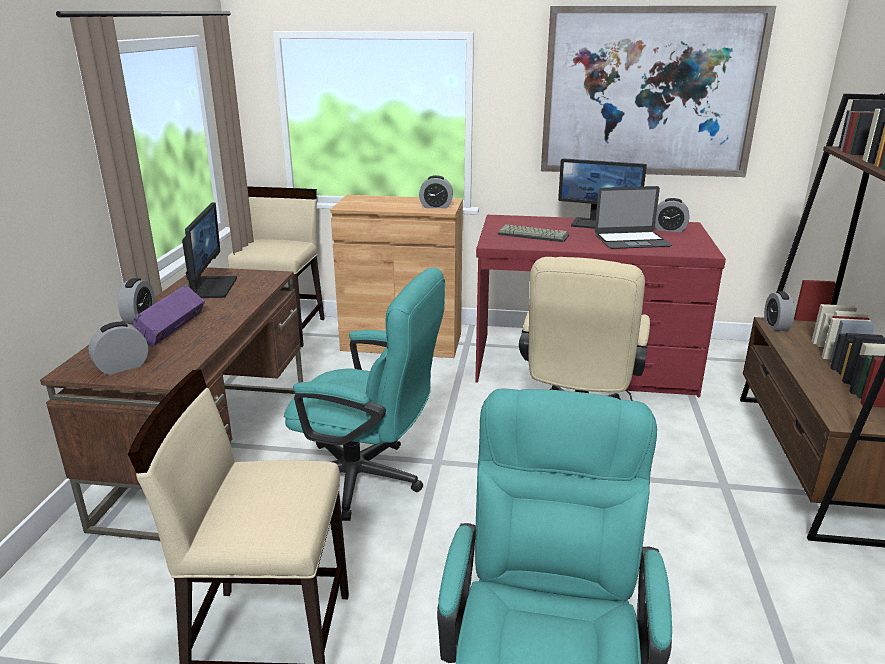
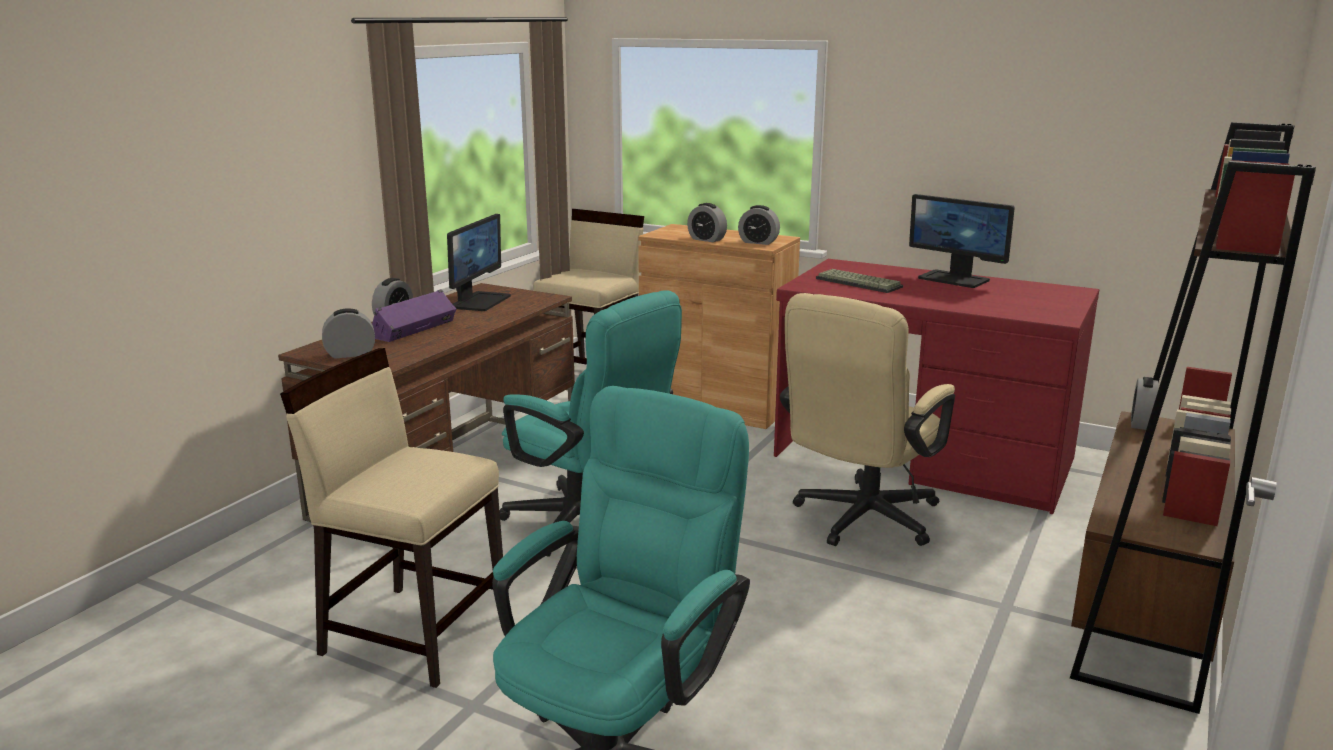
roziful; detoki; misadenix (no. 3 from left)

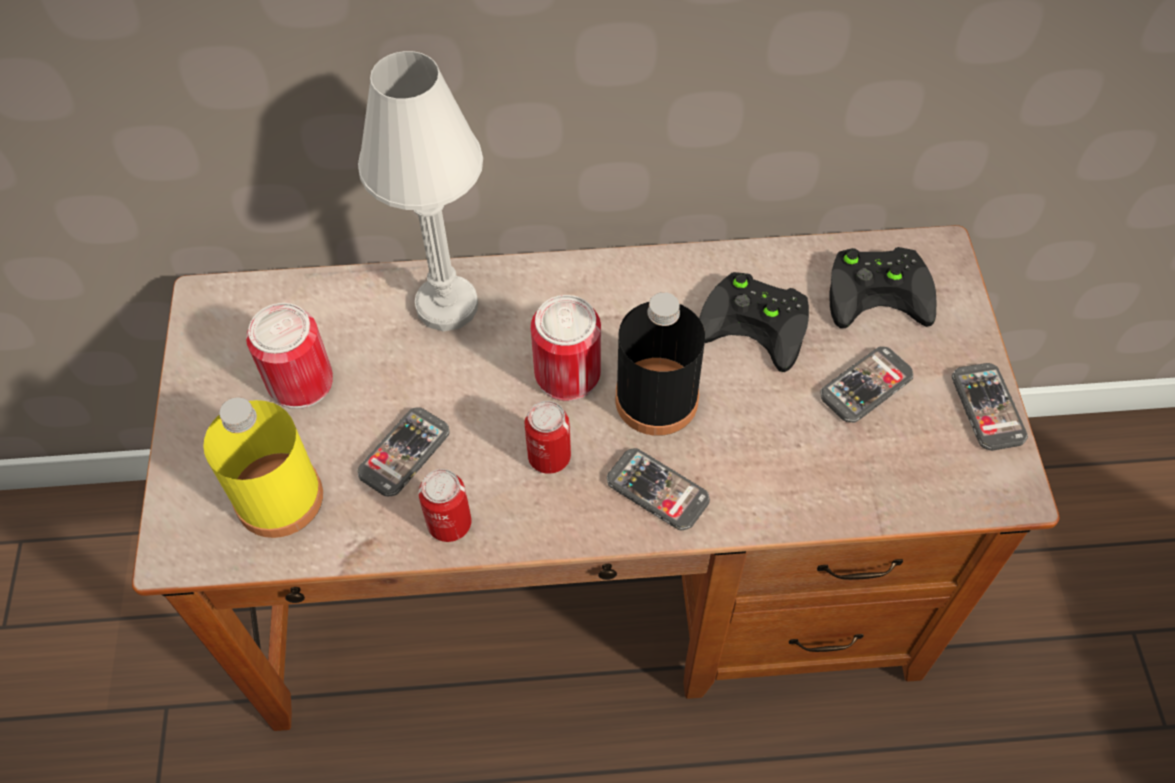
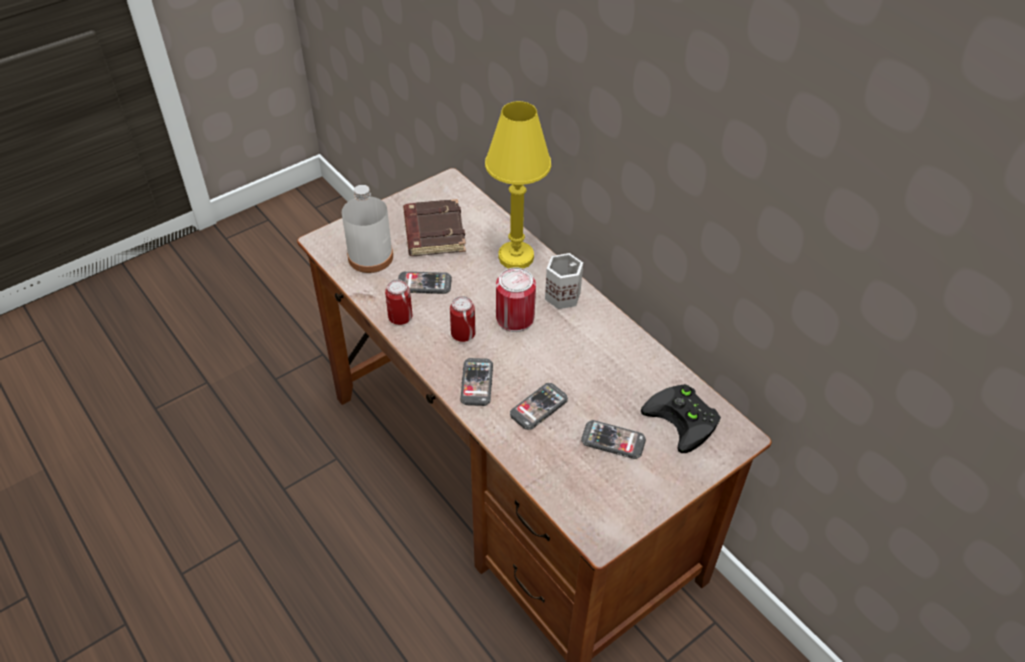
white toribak; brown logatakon; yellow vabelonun; black toribak; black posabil (no. 1 from left in the first image); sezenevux (no. 3 from left); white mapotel

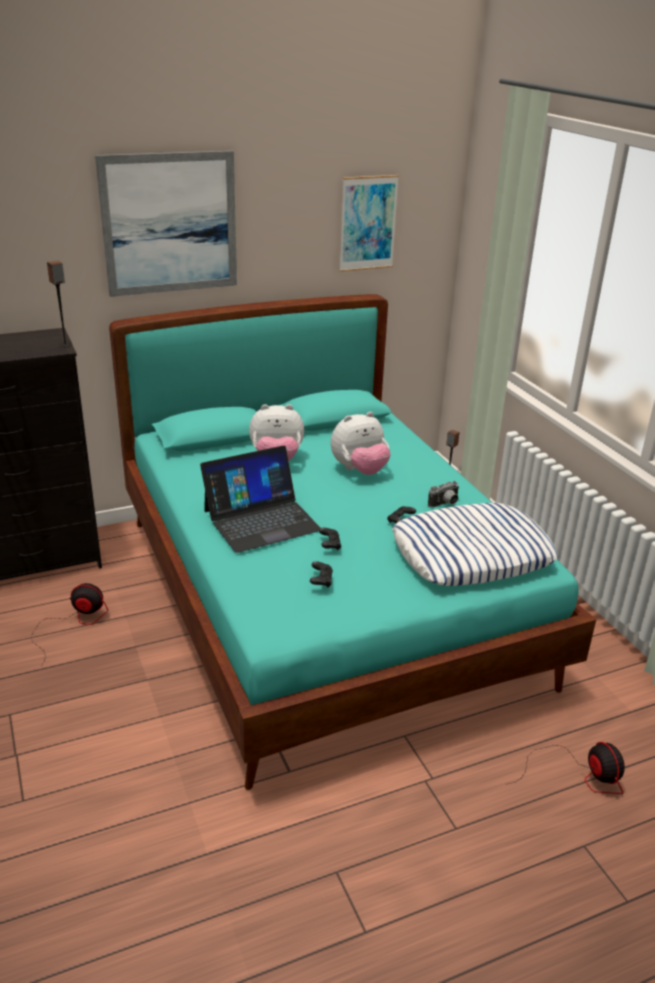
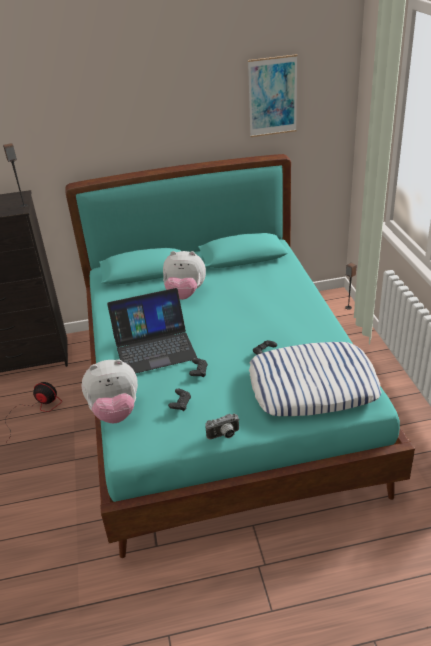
roziful (no. 1 from left in the first image); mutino (no. 1 from left); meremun; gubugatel (no. 2 from left in the first image)

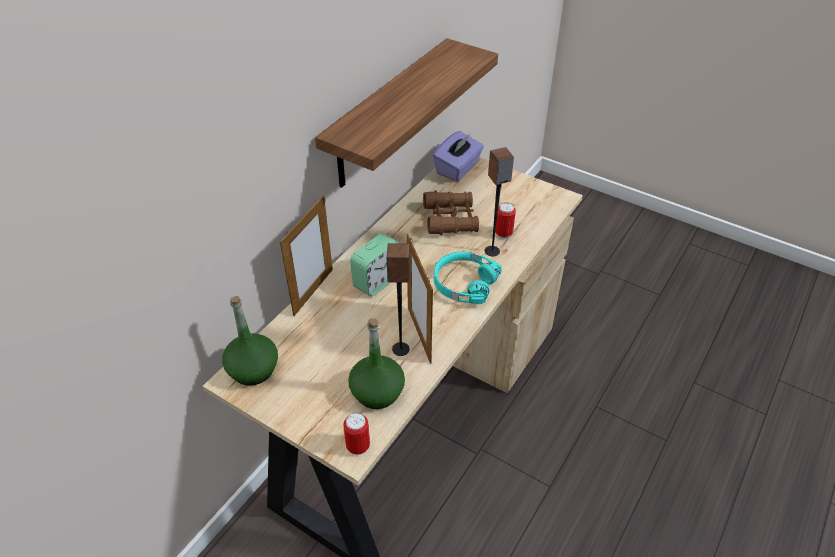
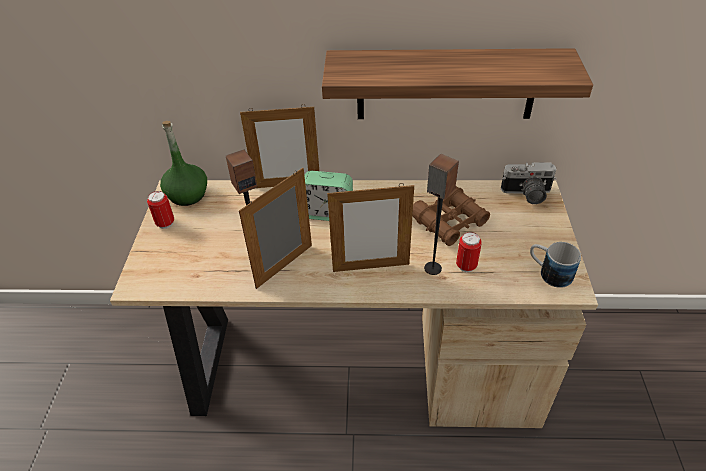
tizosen (no. 1 from left); green toribak (no. 2 from left in the first image); meremun; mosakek (no. 3 from left); mapotel

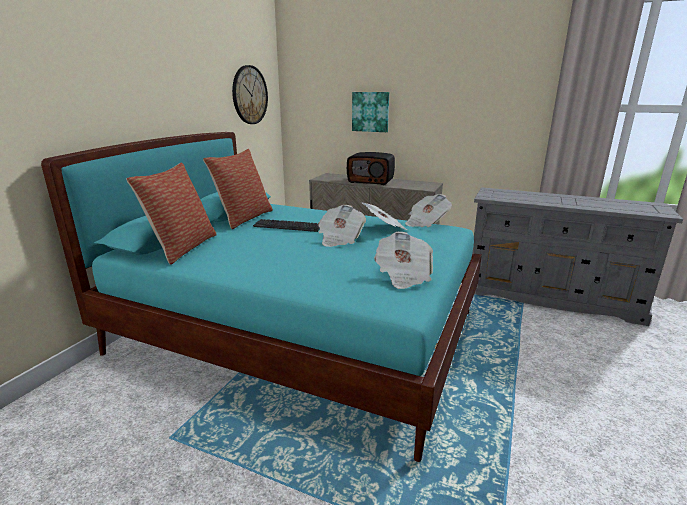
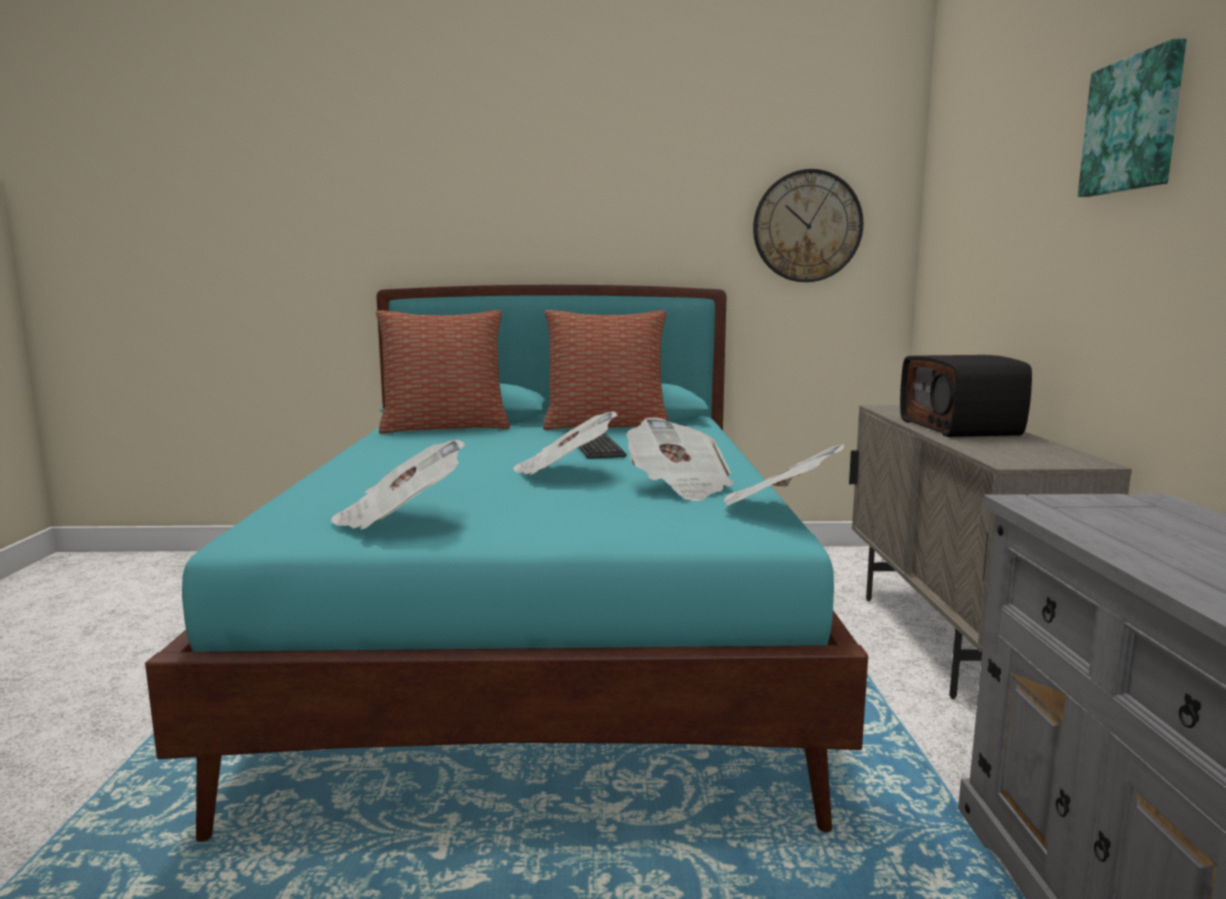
roziful

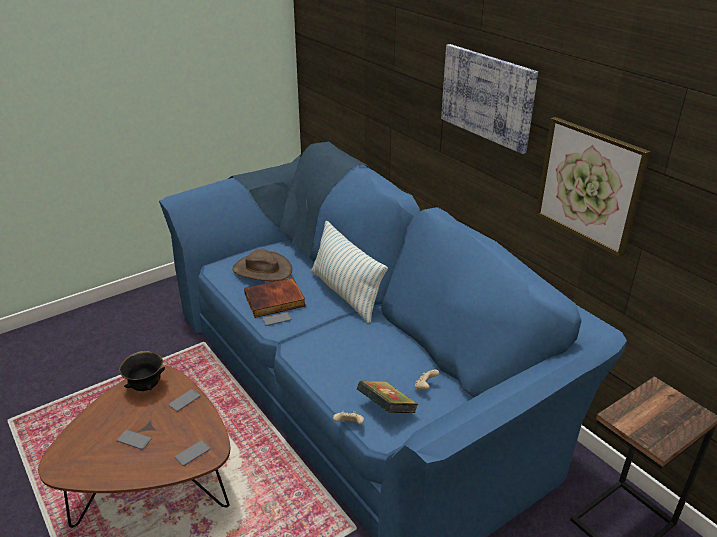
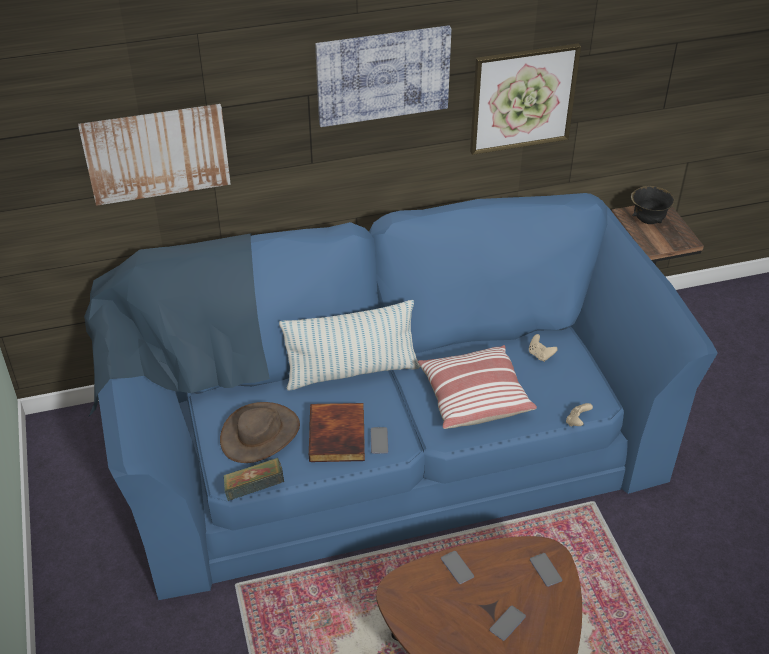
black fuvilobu; logatakon (no. 1 from left); roziful (no. 1 from left); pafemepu (no. 2 from left)

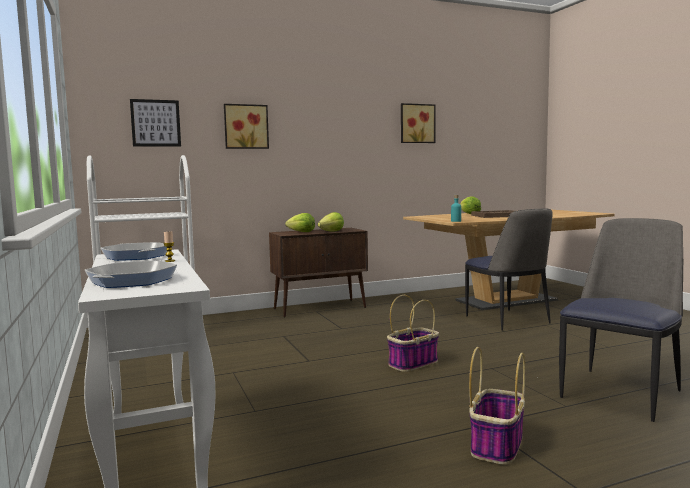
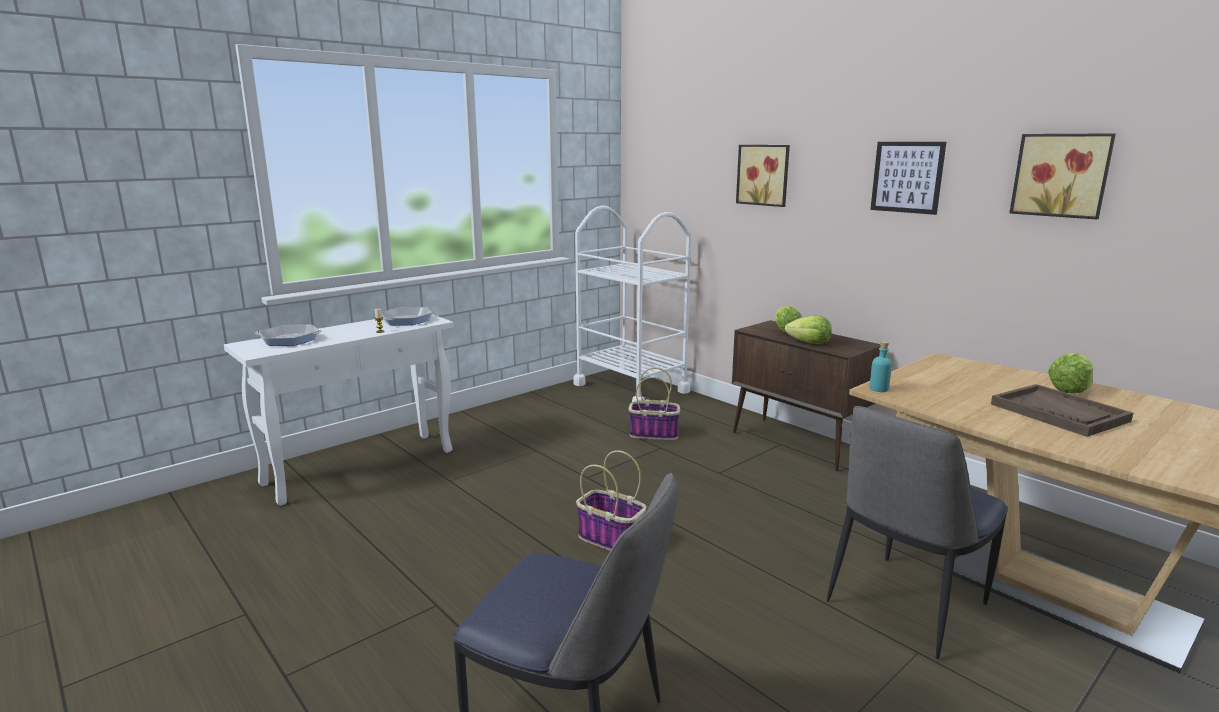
roziful (no. 2 from left); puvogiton (no. 2 from left)

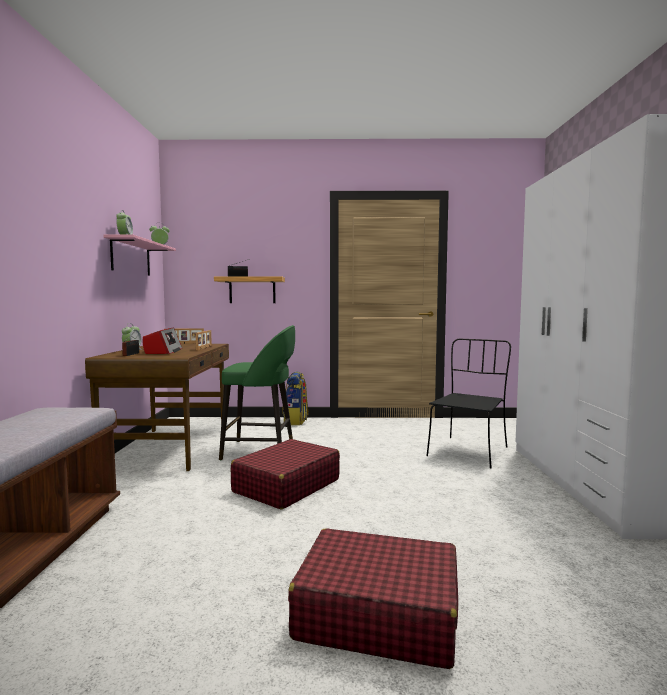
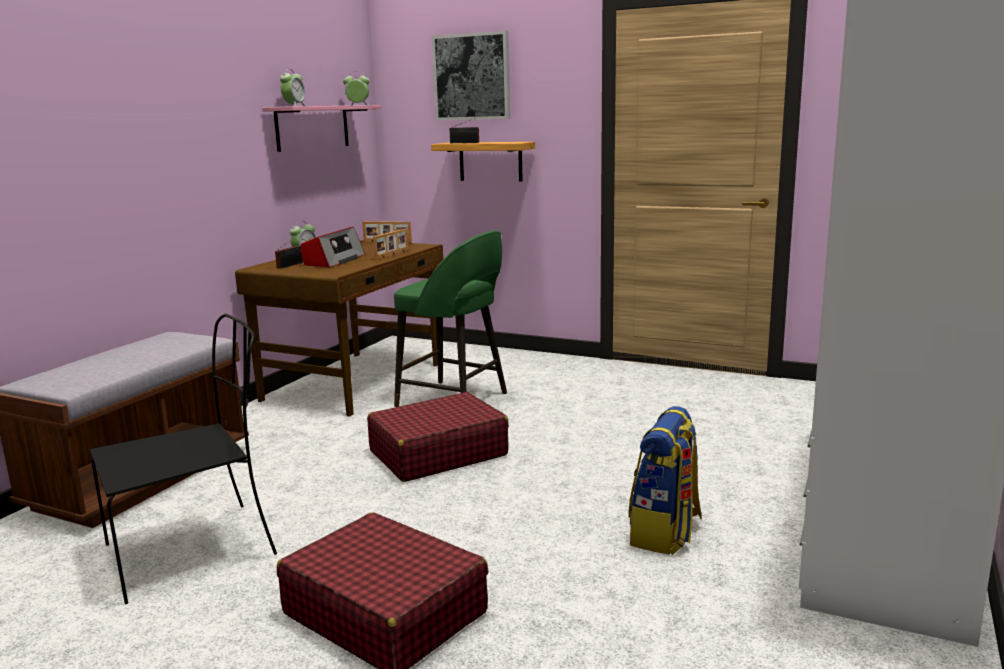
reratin; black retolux; roziful

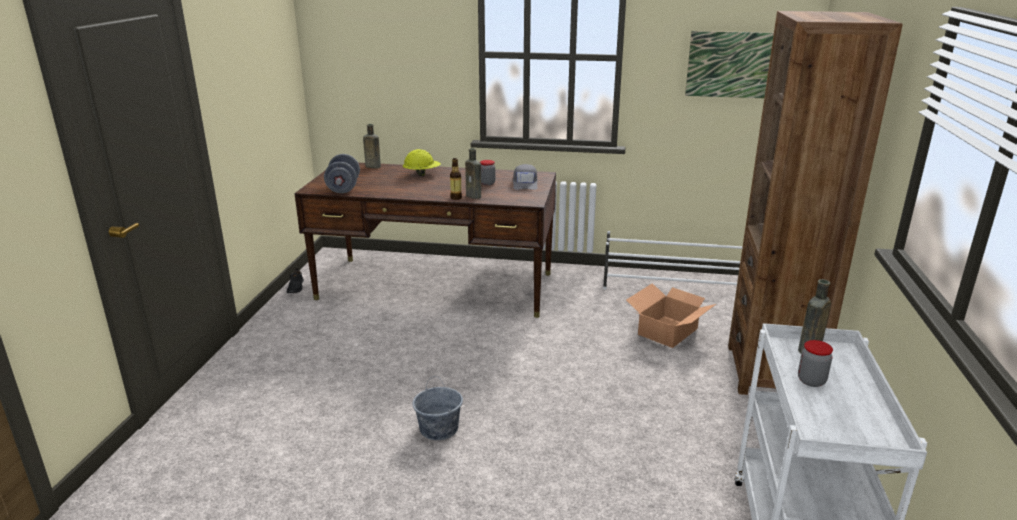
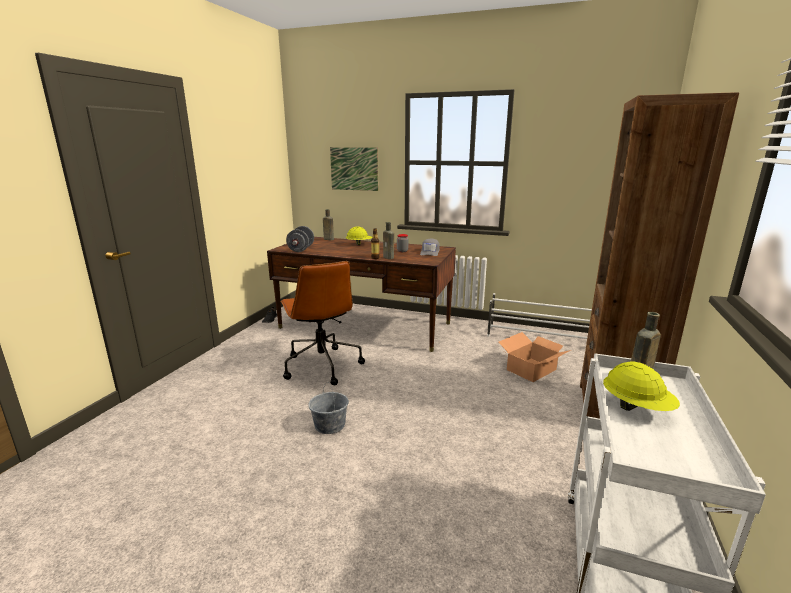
roziful; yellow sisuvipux (no. 2 from left); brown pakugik

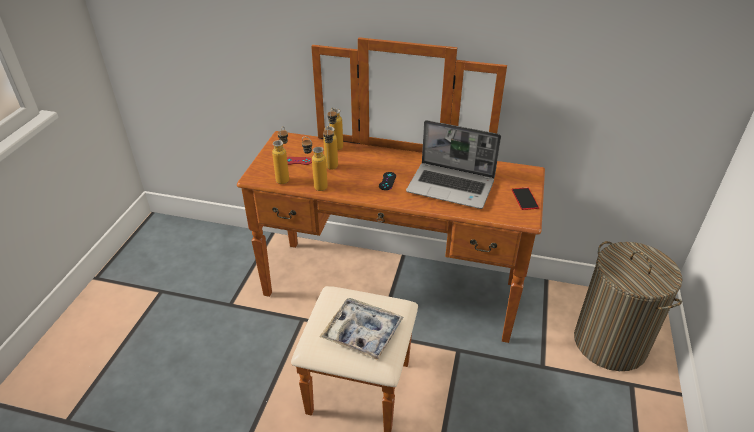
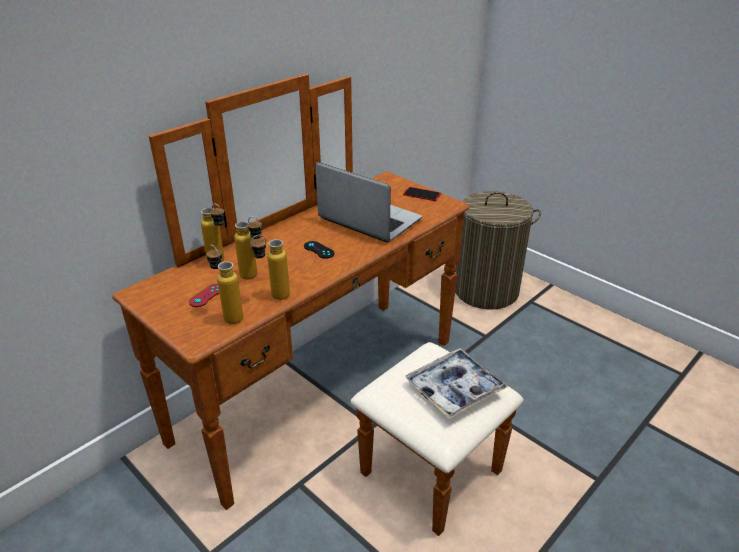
detoki

